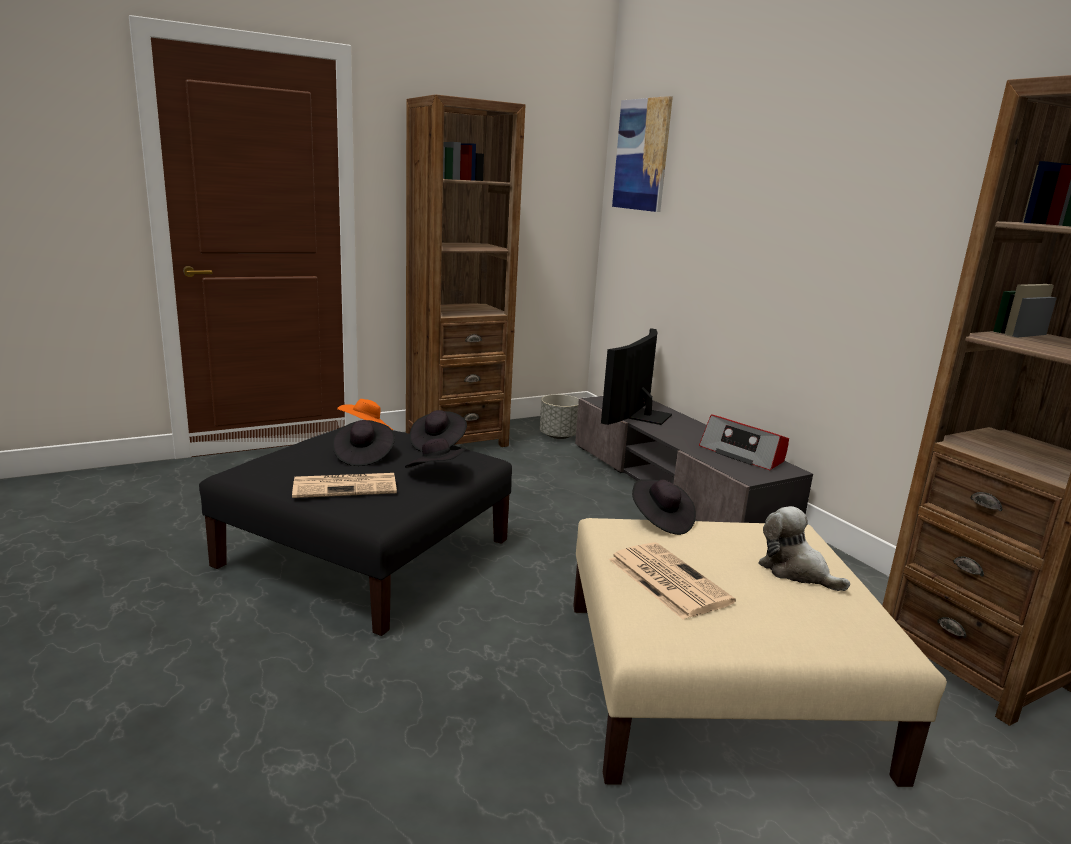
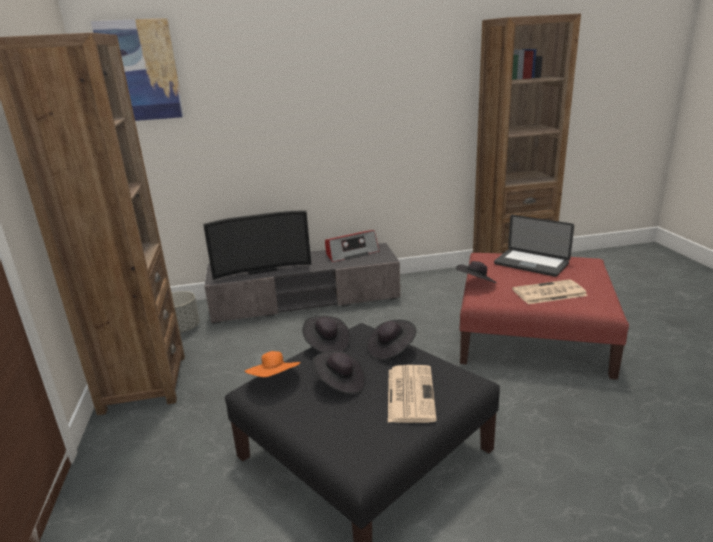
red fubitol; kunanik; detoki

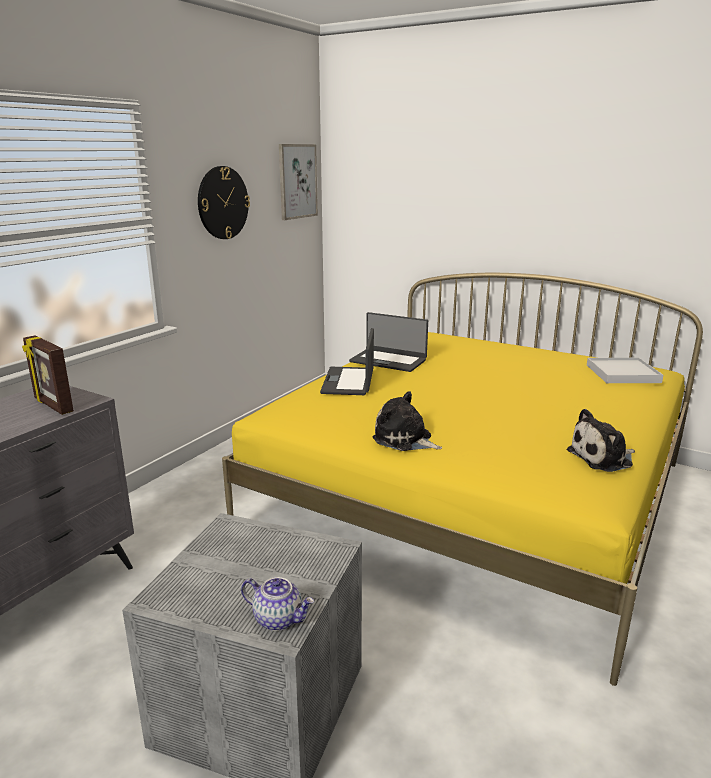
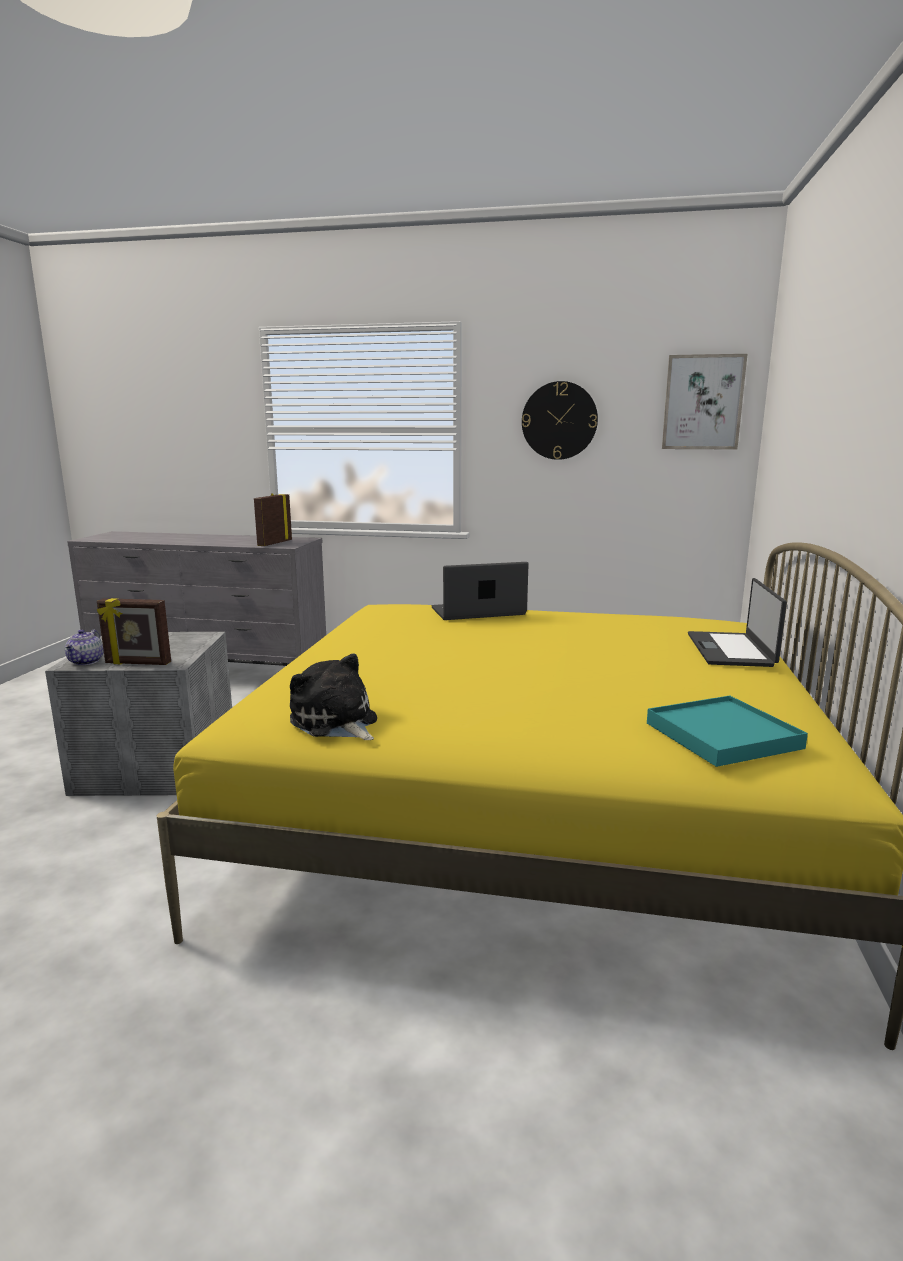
detoki (no. 2 from left); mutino (no. 1 from left in the first image); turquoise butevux; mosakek (no. 1 from left)

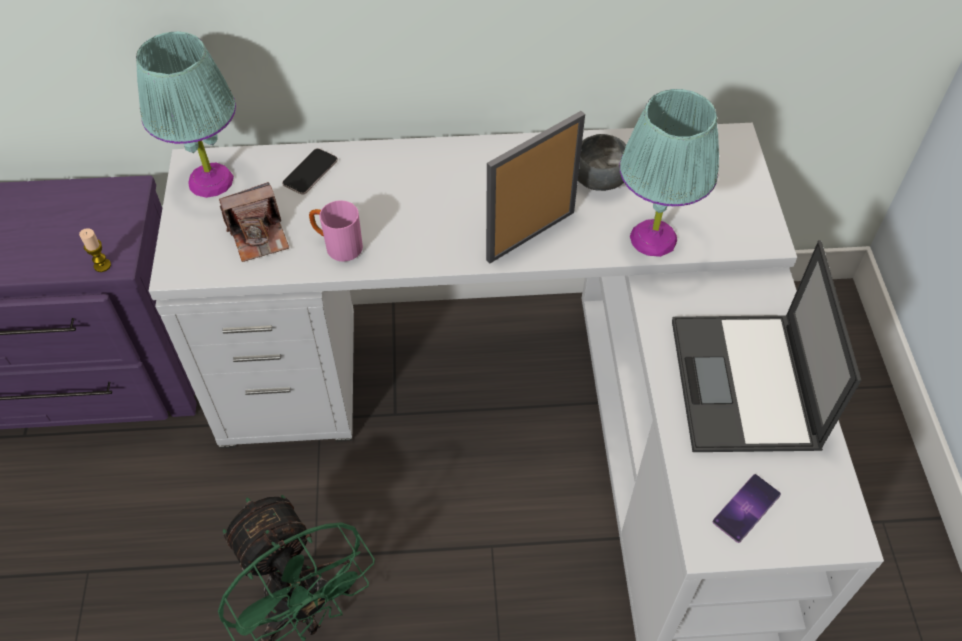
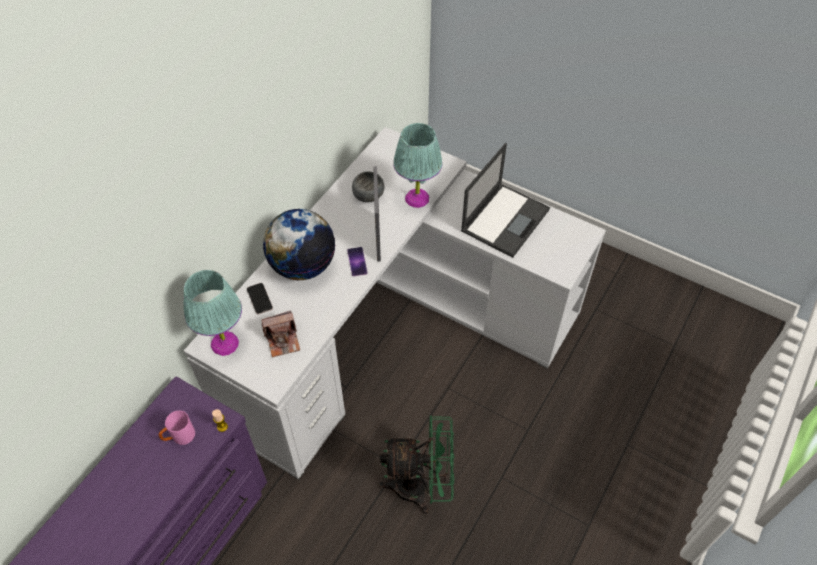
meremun; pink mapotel; detoki; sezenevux (no. 2 from left); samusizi

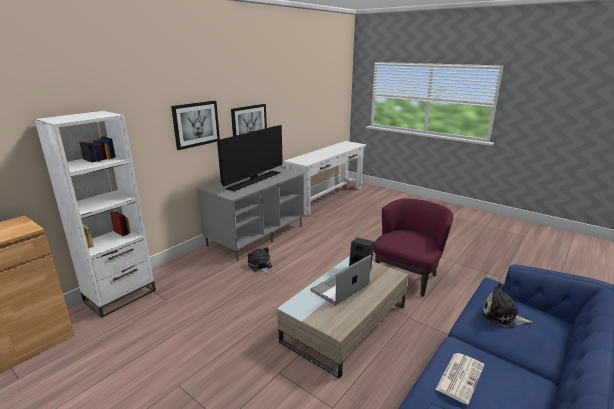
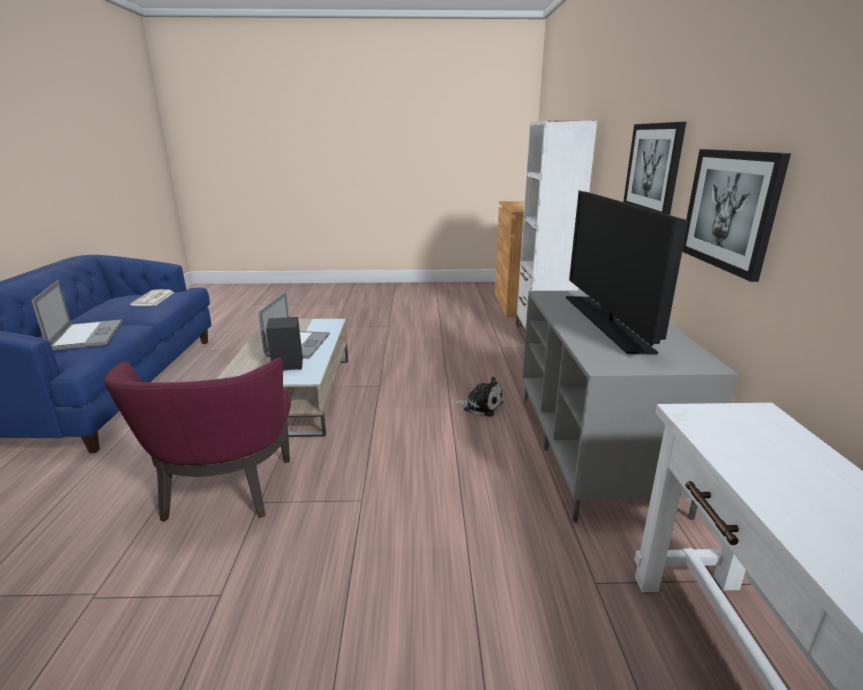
detoki (no. 1 from left)

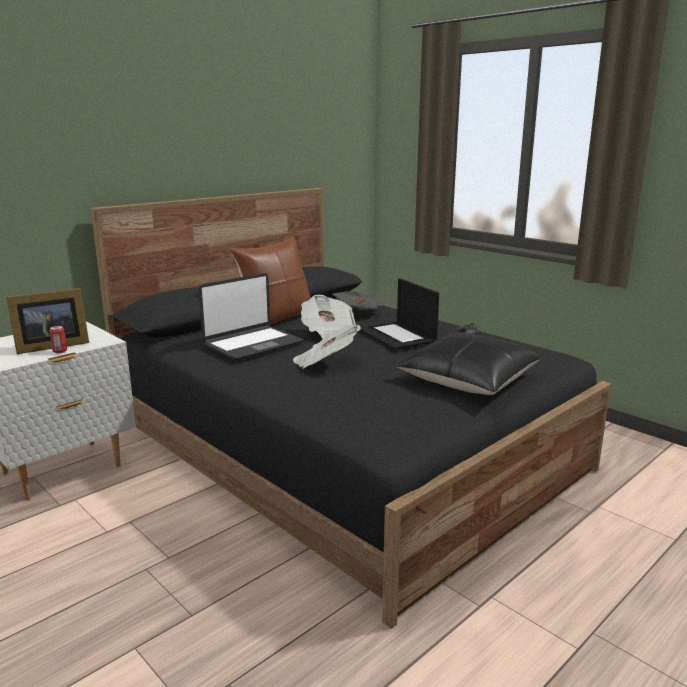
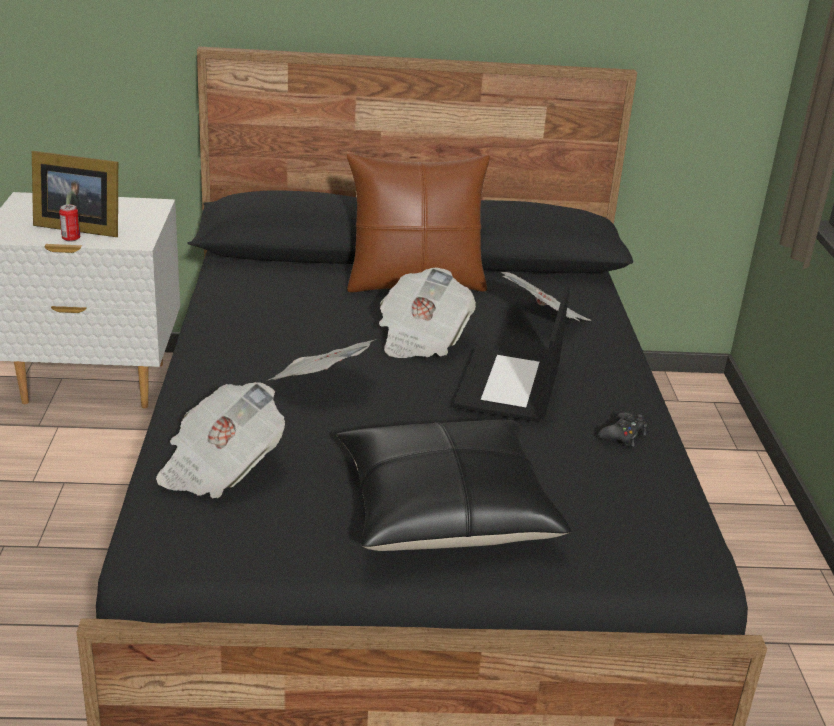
detoki (no. 1 from left in the first image); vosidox (no. 1 from left)

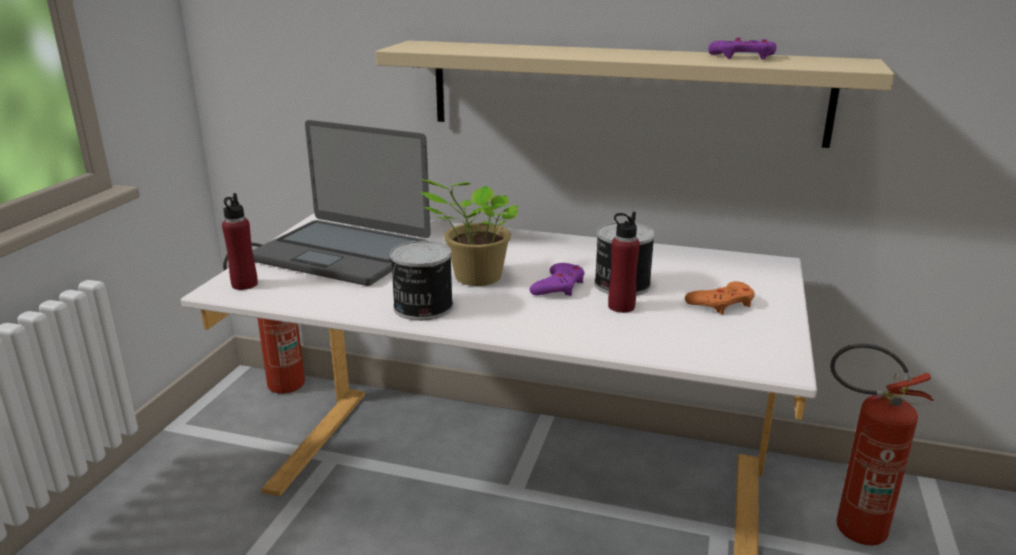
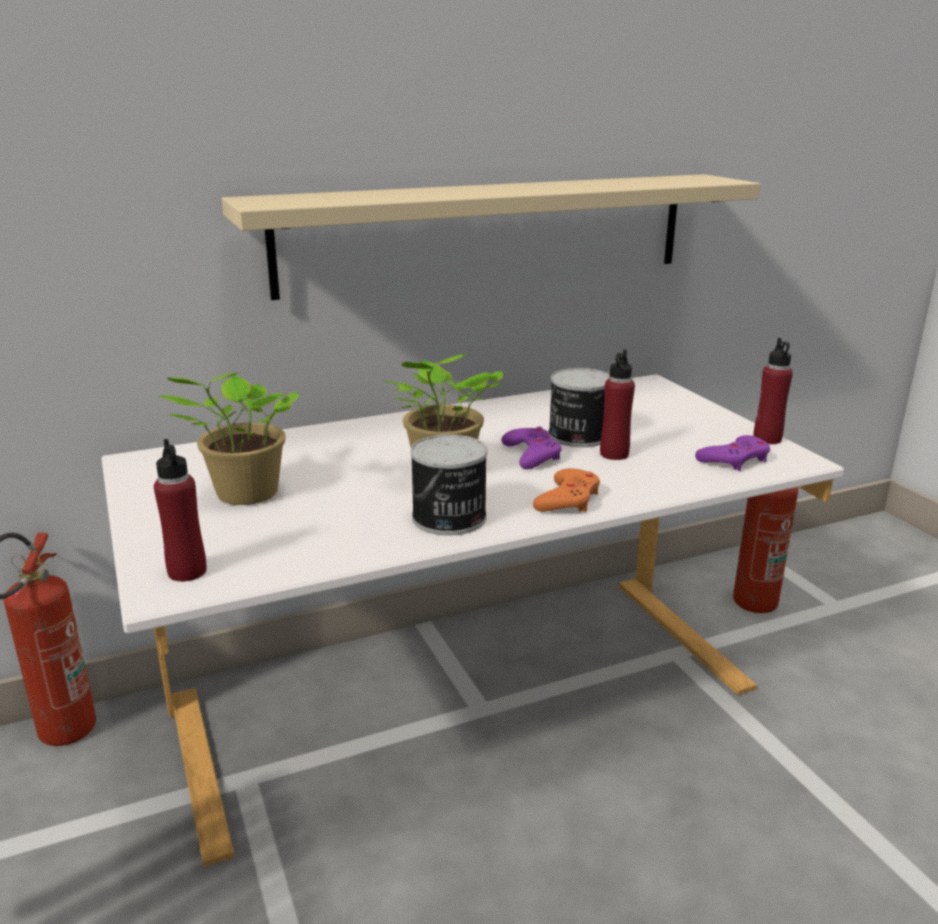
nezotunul (no. 1 from left); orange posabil; purple posabil (no. 2 from left); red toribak (no. 3 from left)

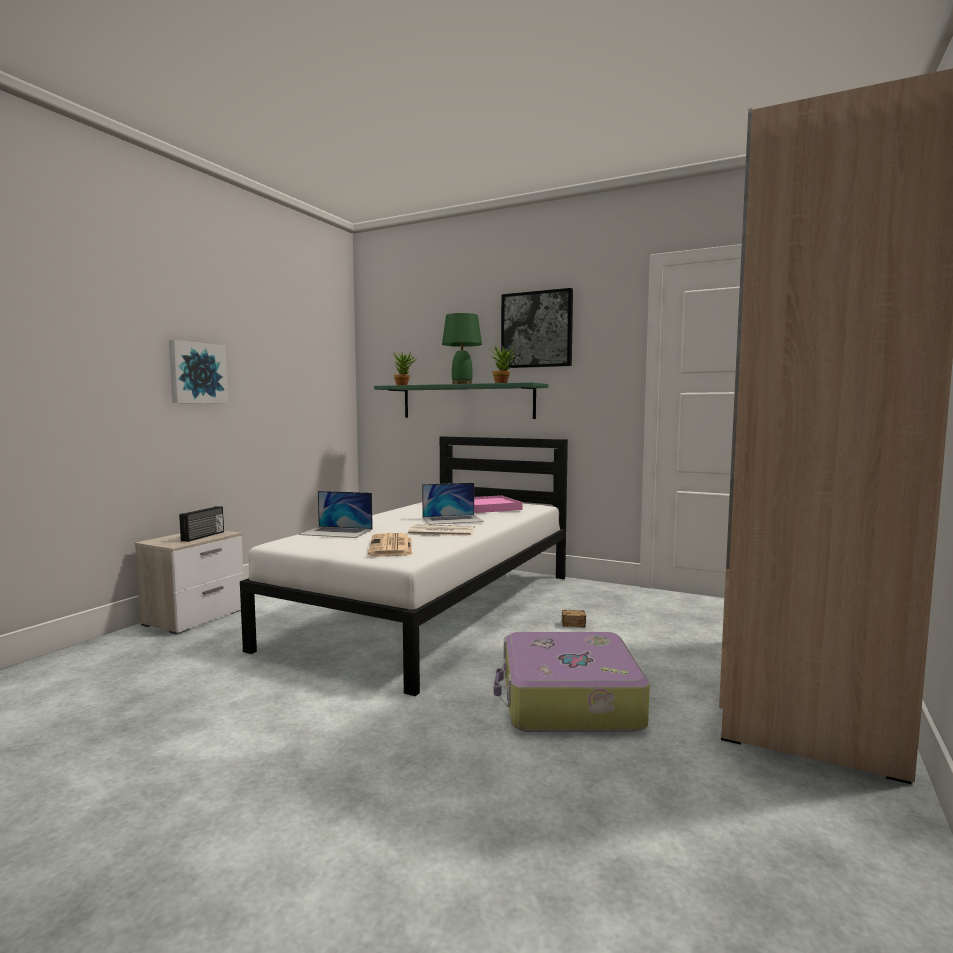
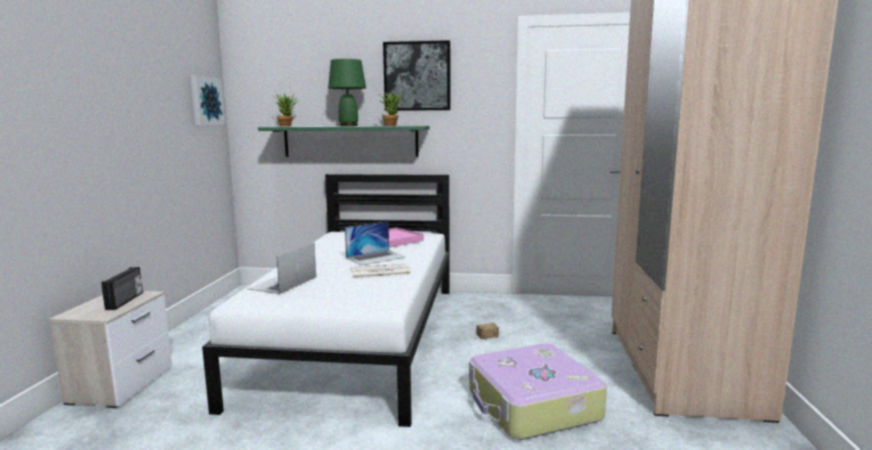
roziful (no. 1 from left); detoki (no. 1 from left); vosidox (no. 1 from left in the first image)

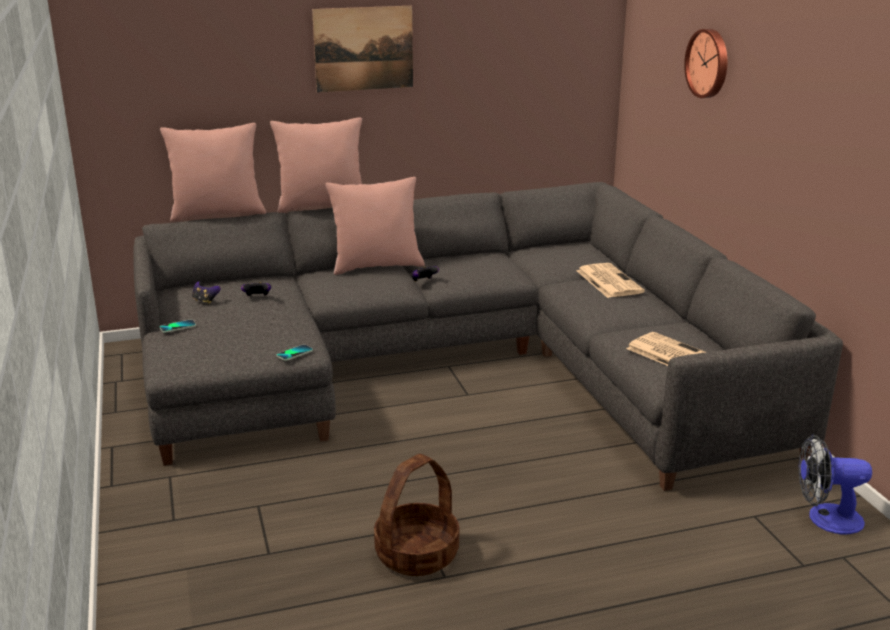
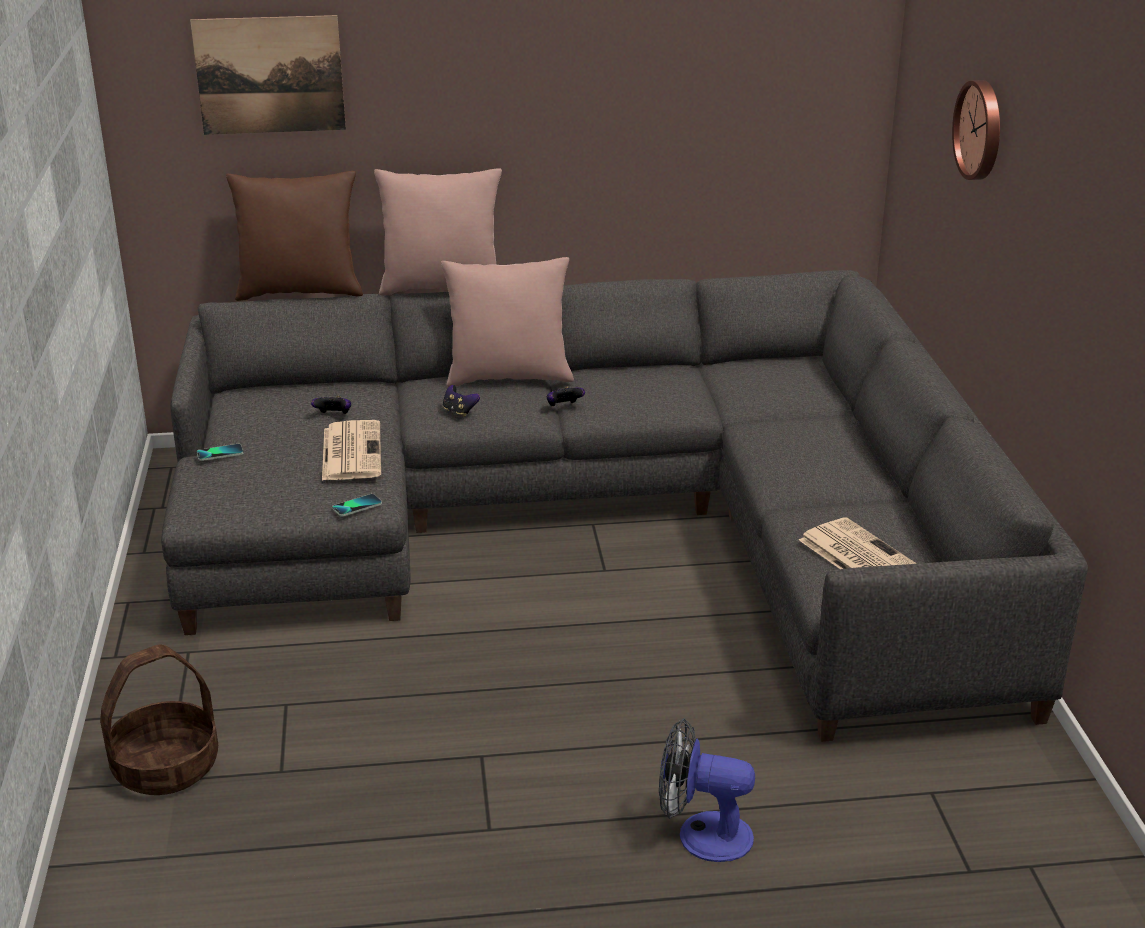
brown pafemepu; posabil (no. 2 from left); roziful; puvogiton; vosidox (no. 1 from left); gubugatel

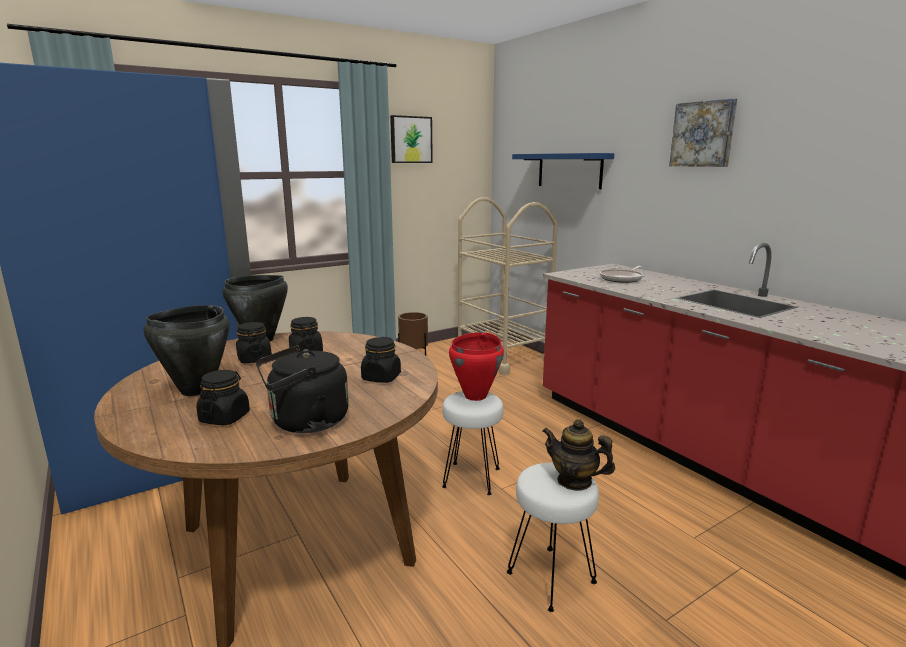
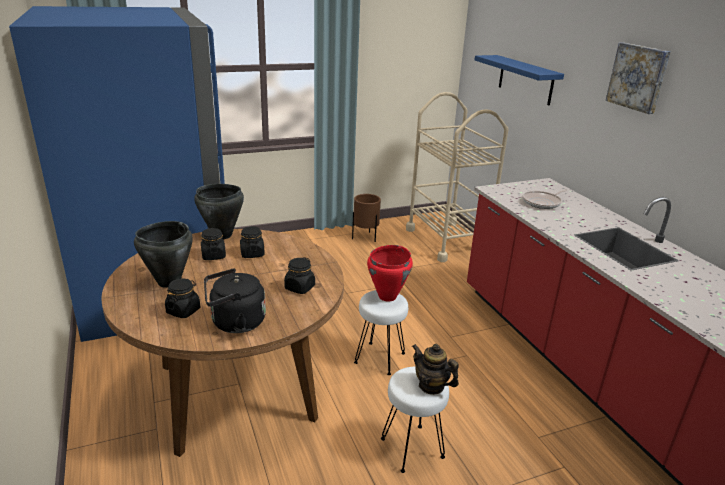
roziful (no. 1 from left in the first image)

